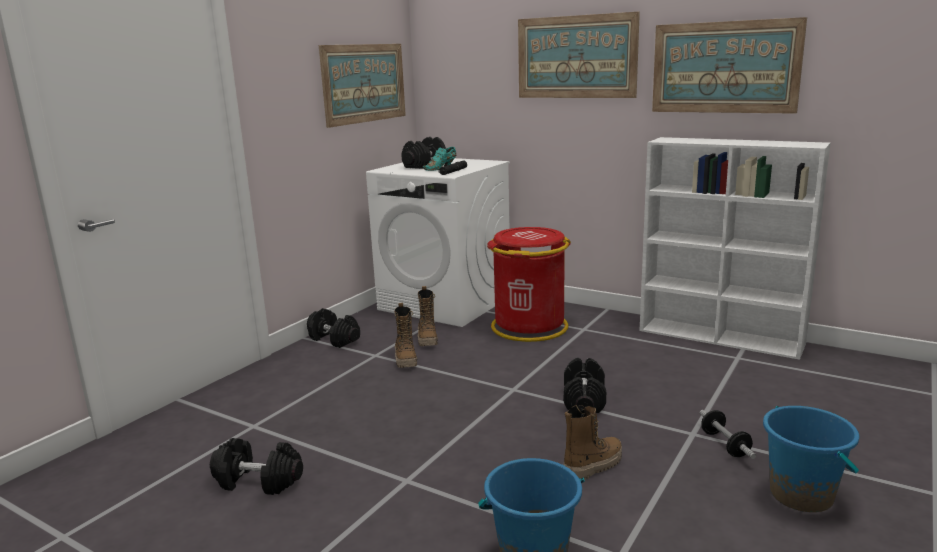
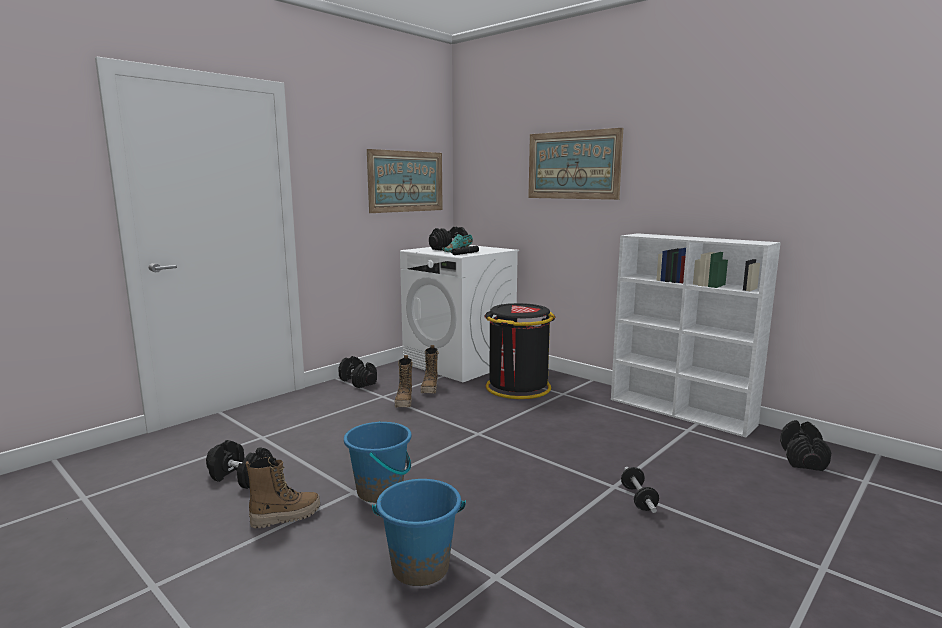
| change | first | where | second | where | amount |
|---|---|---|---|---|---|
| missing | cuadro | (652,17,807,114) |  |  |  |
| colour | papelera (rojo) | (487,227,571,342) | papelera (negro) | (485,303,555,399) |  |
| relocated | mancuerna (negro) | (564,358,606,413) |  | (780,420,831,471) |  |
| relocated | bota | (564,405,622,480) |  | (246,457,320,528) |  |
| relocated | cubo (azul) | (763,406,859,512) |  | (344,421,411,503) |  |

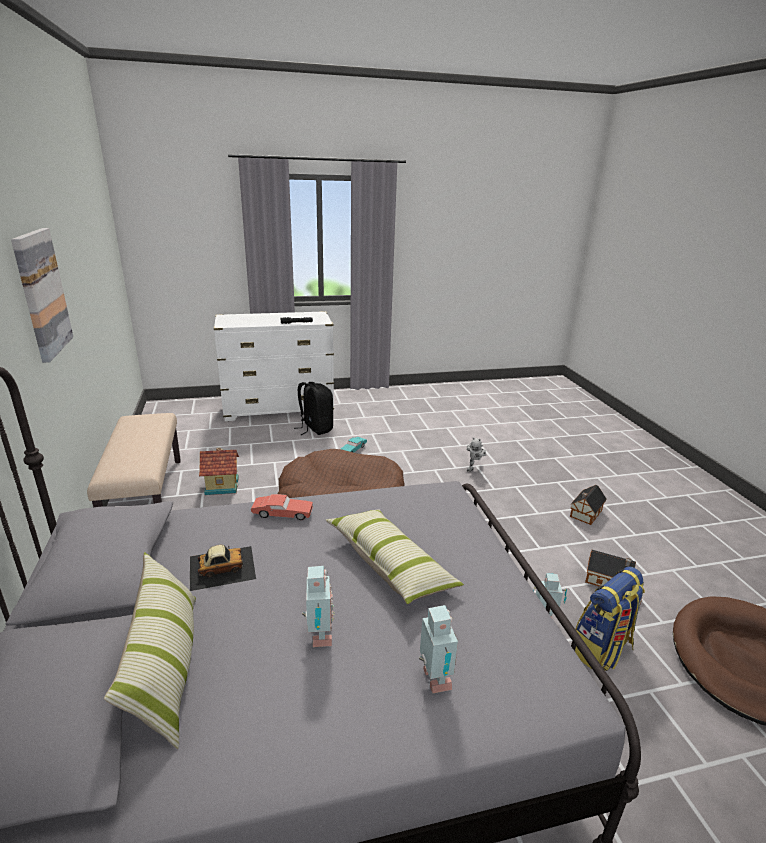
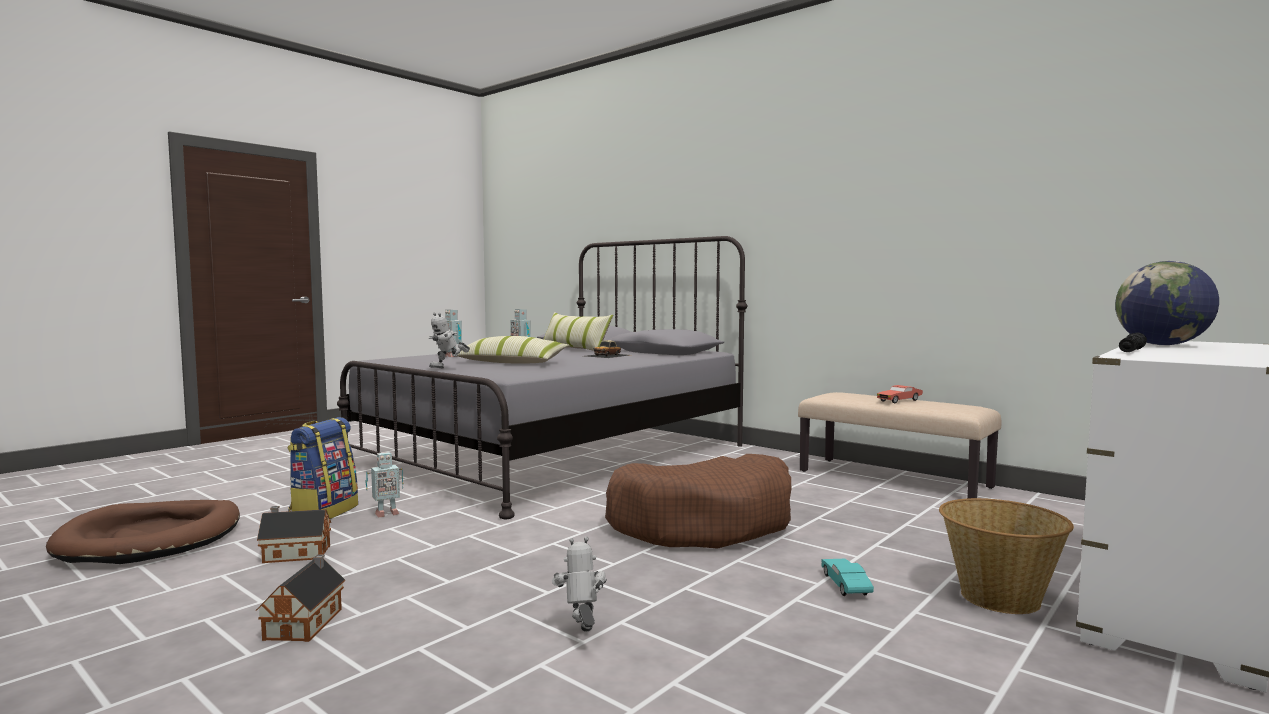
| change | first | where | second | where | amount |
|---|---|---|---|---|---|
| missing | cuadro | (11,228,74,363) |  |  |  |
| exchanged | mochila (negro) | (294,382,333,435) | cesta | (939,498,1074,614) |  |
| missing | casita | (199,447,239,495) |  |  |  |
| relocated | coche de juguete (rojo) | (251,494,313,520) |  | (877,385,923,404) |  |
| appeared |  |  | globo terráqueo | (1115,261,1219,345) |  |
| appeared |  |  | robot de juguete | (429,313,470,368) |  |

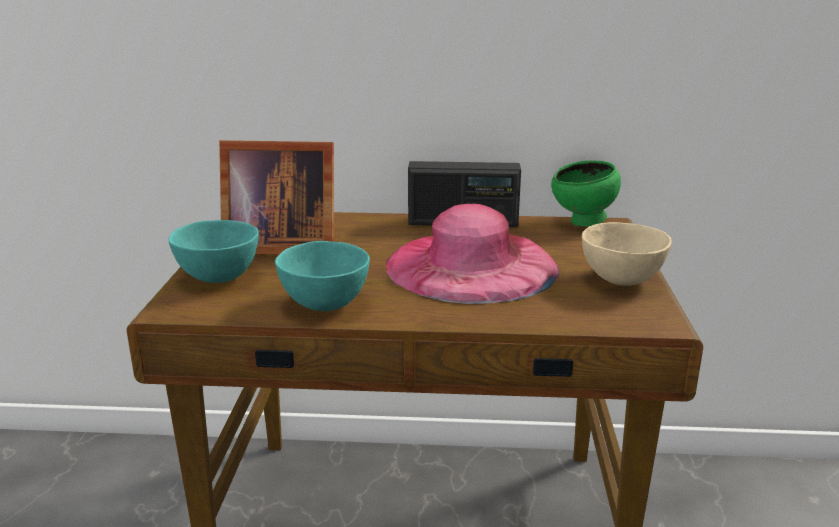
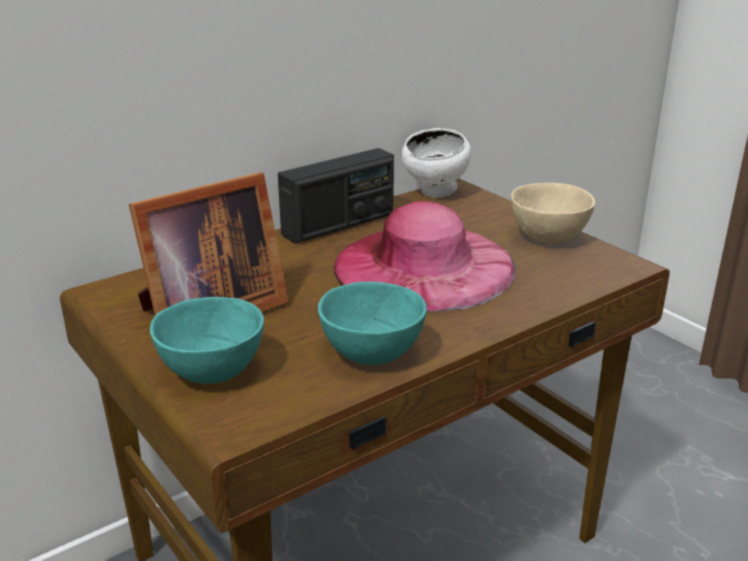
| change | first | where | second | where | amount |
|---|---|---|---|---|---|
| colour | cuenco (verde) | (551,160,621,227) | cuenco (blanco) | (402,128,471,198) |  |

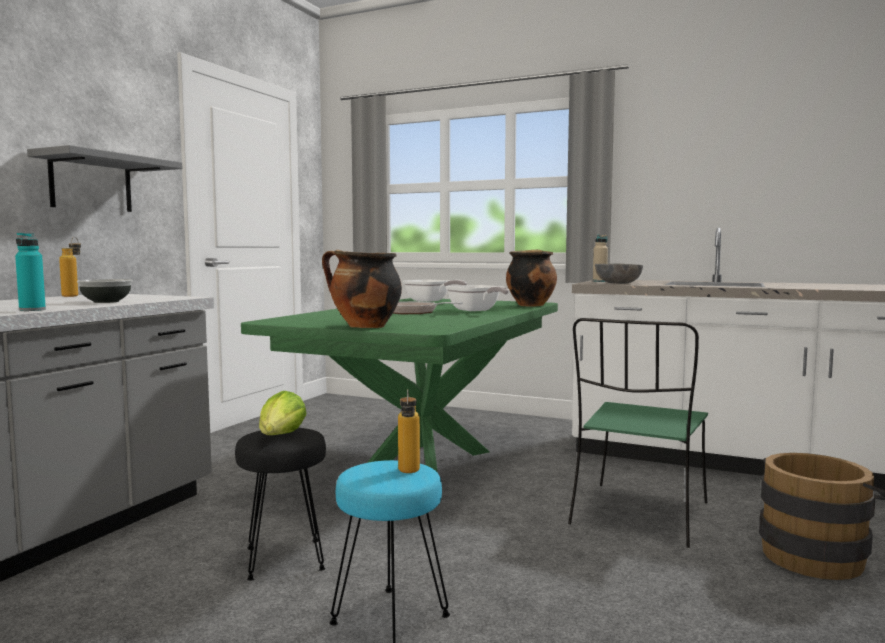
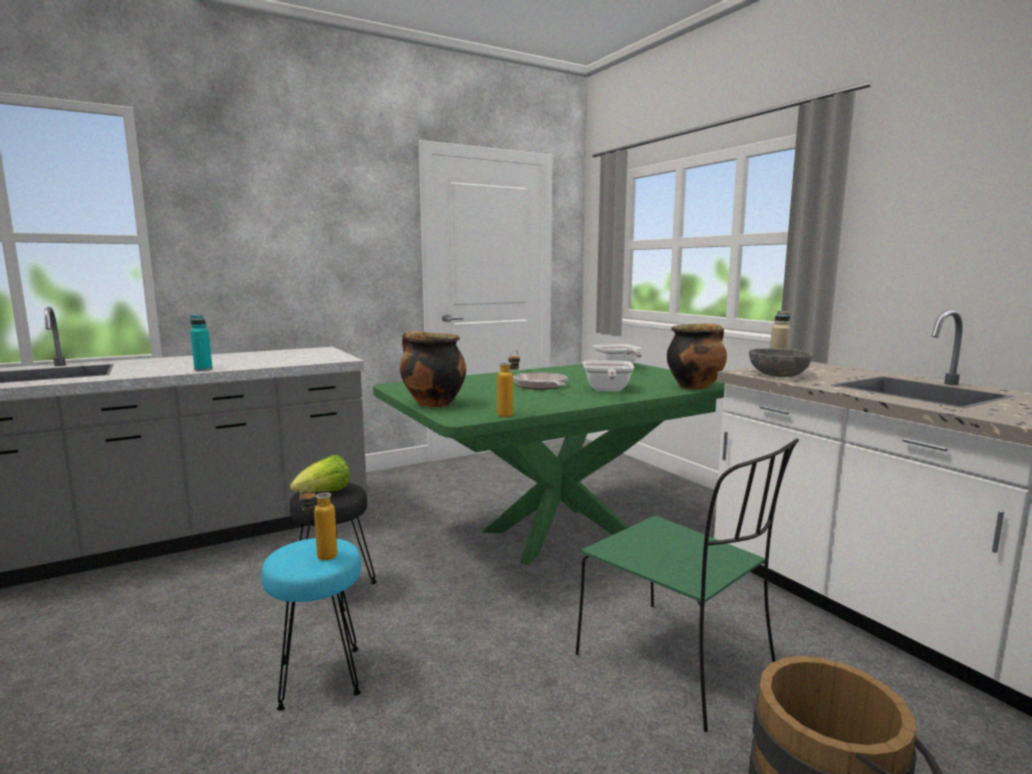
| change | first | where | second | where | amount |
|---|---|---|---|---|---|
| missing | estante (gris) | (27,145,182,212) |  |  |  |
| relocated | botella | (59,237,81,297) |  | (497,350,520,417) |  |
| missing | cuenco | (77,279,133,303) |  |  |  |
| spun | silla (verde) | (568,318,708,548) |  | (576,439,799,732) | 105 degrees counterclockwise |

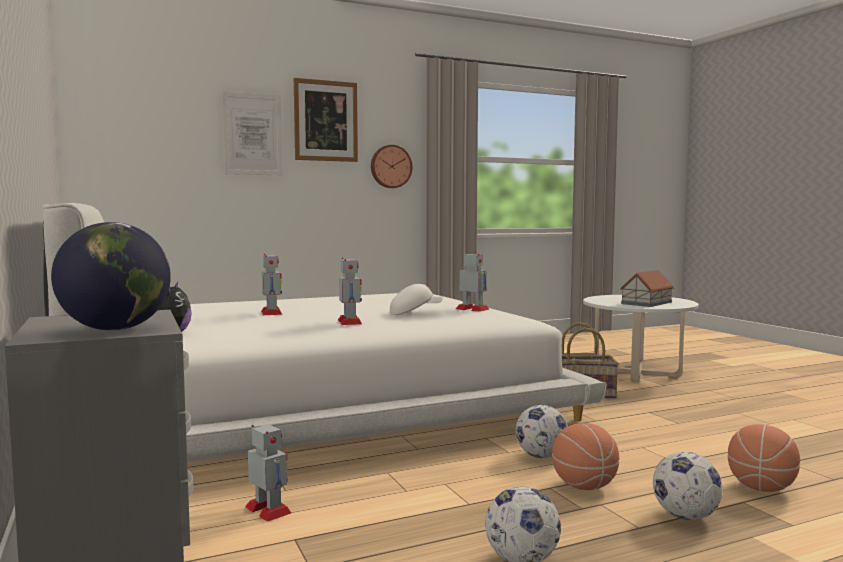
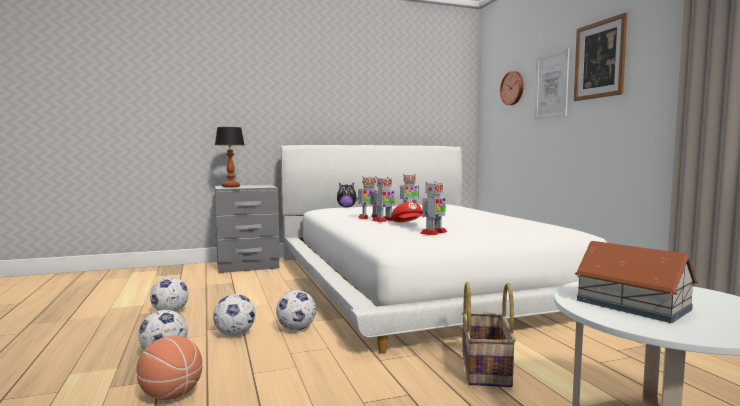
| change | first | where | second | where | amount |
|---|---|---|---|---|---|
| relocated | reloj de pared | (371,145,412,188) |  | (500,71,524,105) |  |
| exchanged | globo terráqueo | (51,222,171,331) | lámpara de mesa | (215,127,244,187) |  |
| colour | gorra (blanco) | (390,284,443,315) | gorra (rojo) | (391,202,423,222) |  |
| exchanged | balón de baloncesto | (552,423,619,490) | balón de fútbol | (213,294,255,336) |  |
| relocated | robot de juguete | (245,424,291,522) |  | (372,177,395,222) |  |

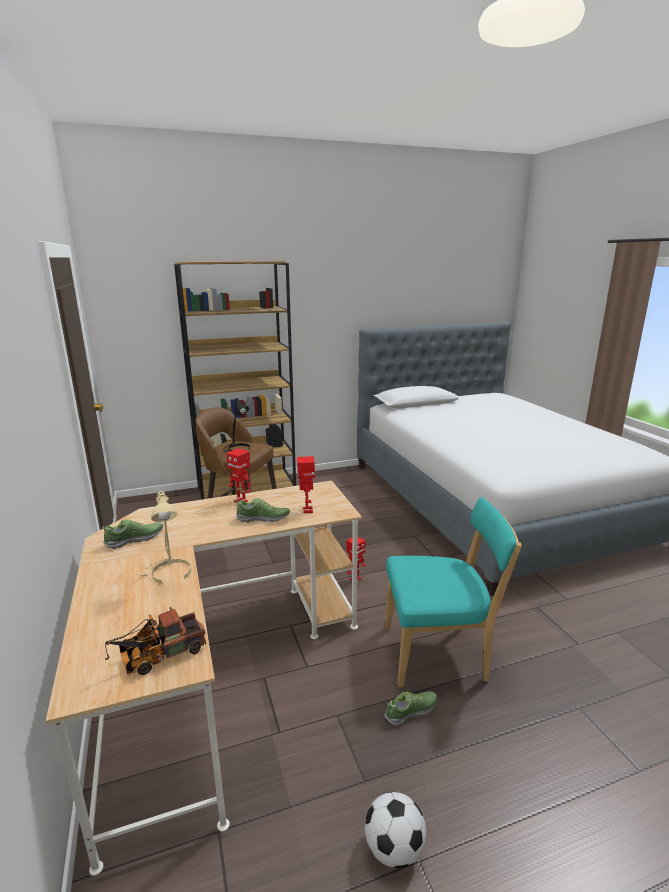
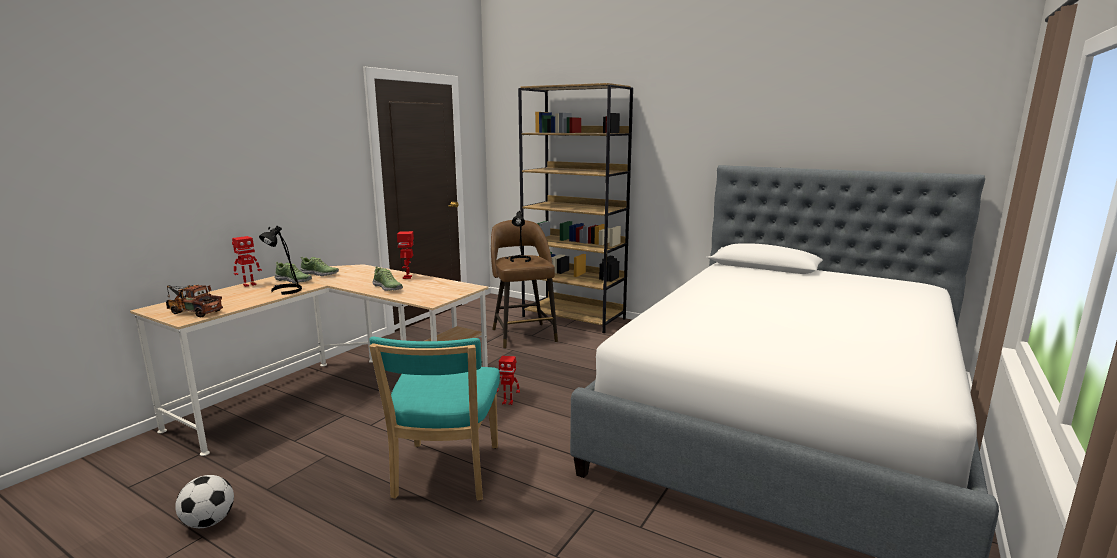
| change | first | where | second | where | amount |
|---|---|---|---|---|---|
| relocated | robot de juguete | (297,456,315,513) |  | (232,236,262,287) |  |
| colour | lámpara de mesa (beis) | (141,491,191,584) | lámpara de mesa (negro) | (259,226,302,295) |  |
| spun | silla (turquesa) | (385,497,522,687) |  | (369,337,500,501) | 45 degrees clockwise |
| relocated | zapato | (384,691,437,726) |  | (275,262,312,283) |  |

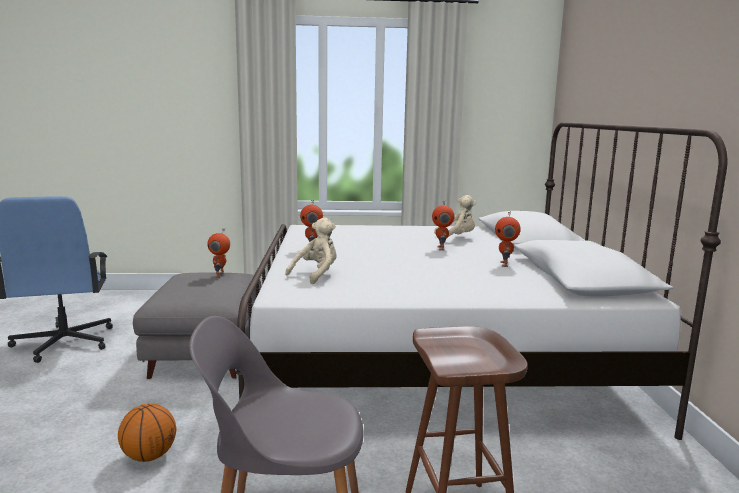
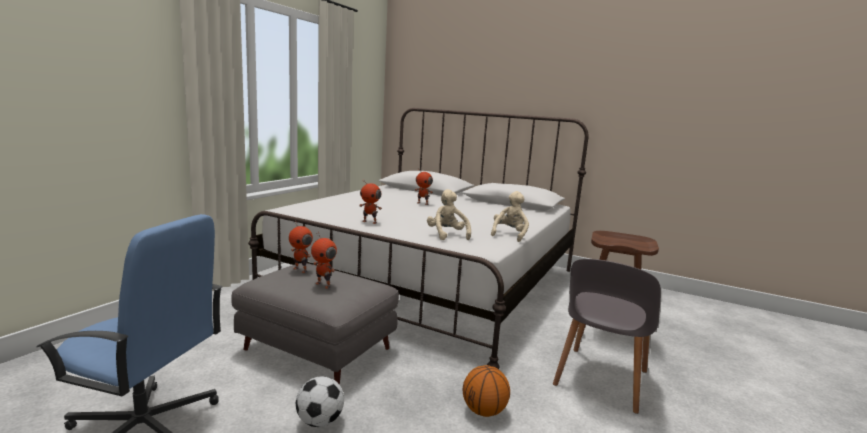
| change | first | where | second | where | amount |
|---|---|---|---|---|---|
| relocated | peluche (beis) | (434,195,477,237) |  | (491,191,529,242) |  |
| relocated | robot de juguete | (495,211,521,267) |  | (311,231,337,289) |  |
| appeared |  |  | balón de fútbol | (296,376,344,427) |  |

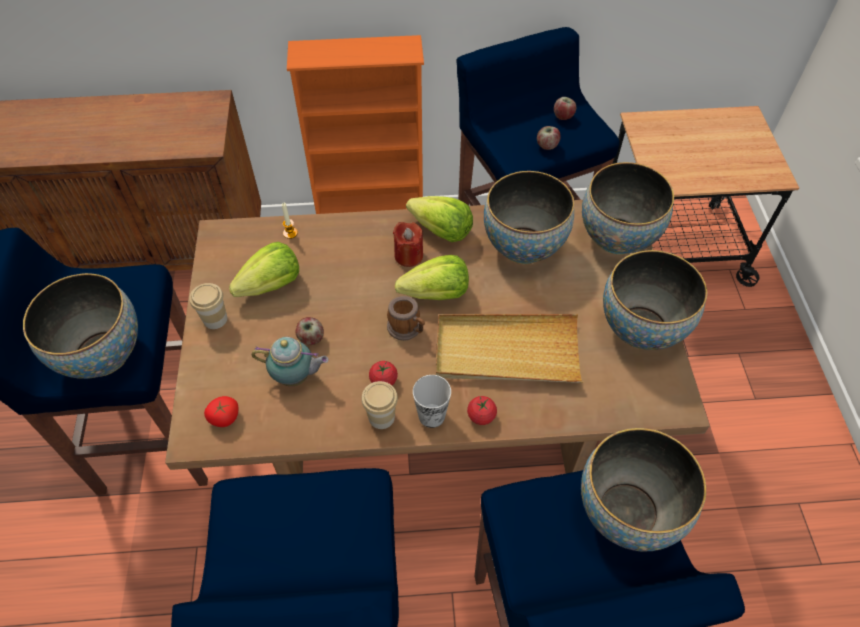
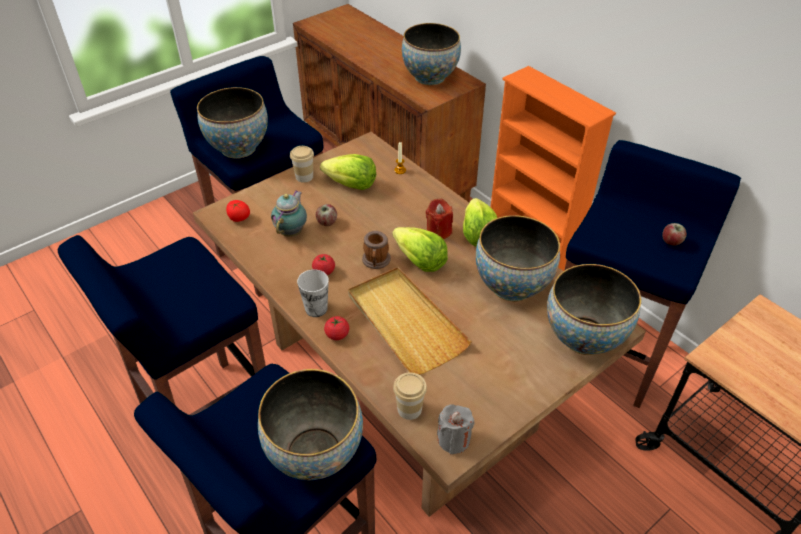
| change | first | where | second | where | amount |
|---|---|---|---|---|---|
| missing | manzana | (537,126,561,150) |  |  |  |
| relocated | cuenco | (603,250,707,350) |  | (402,23,461,85) |  |
| spun | tetera | (251,337,329,387) |  | (271,190,307,237) | 135 degrees counterclockwise |
| relocated | taza | (361,381,398,429) |  | (393,373,427,420) |  |
| appeared |  |  | vela (gris) | (437,404,474,454) |  |

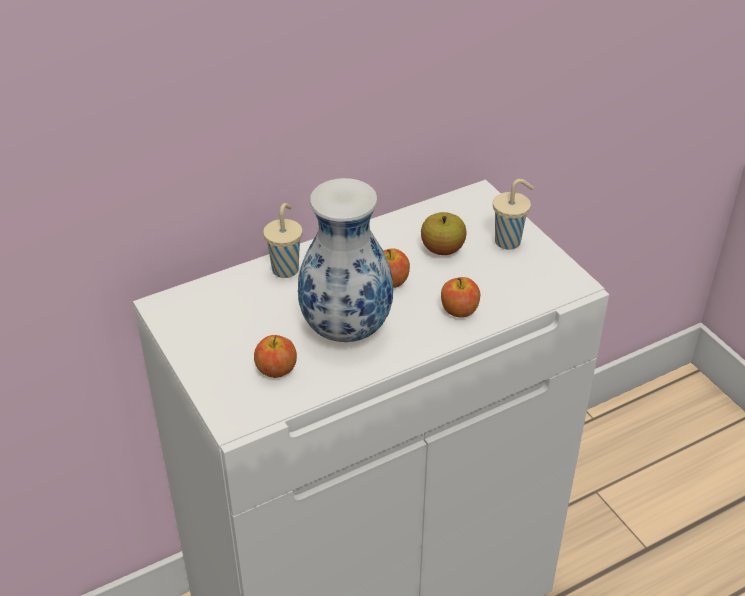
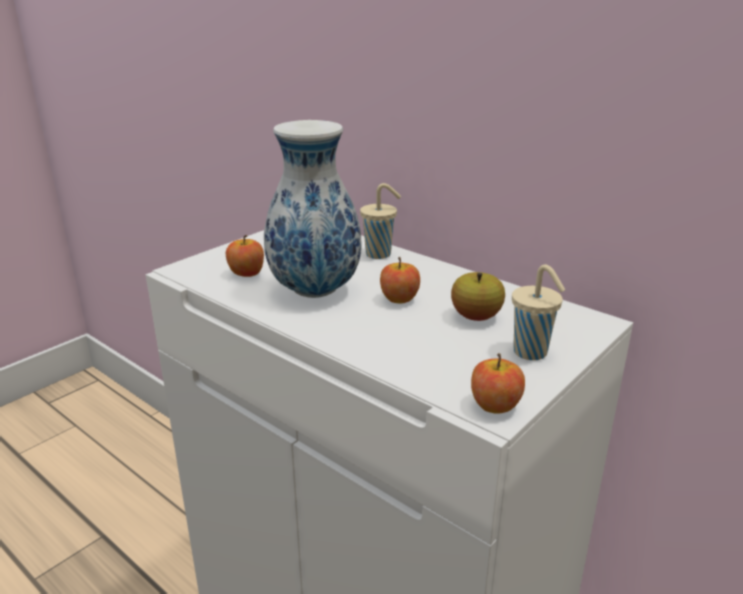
| change | first | where | second | where | amount |
|---|---|---|---|---|---|
| relocated | manzana | (441,277,480,318) |  | (471,353,525,414) |  |

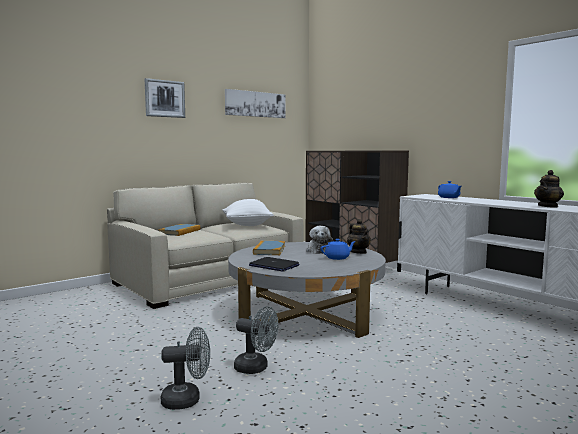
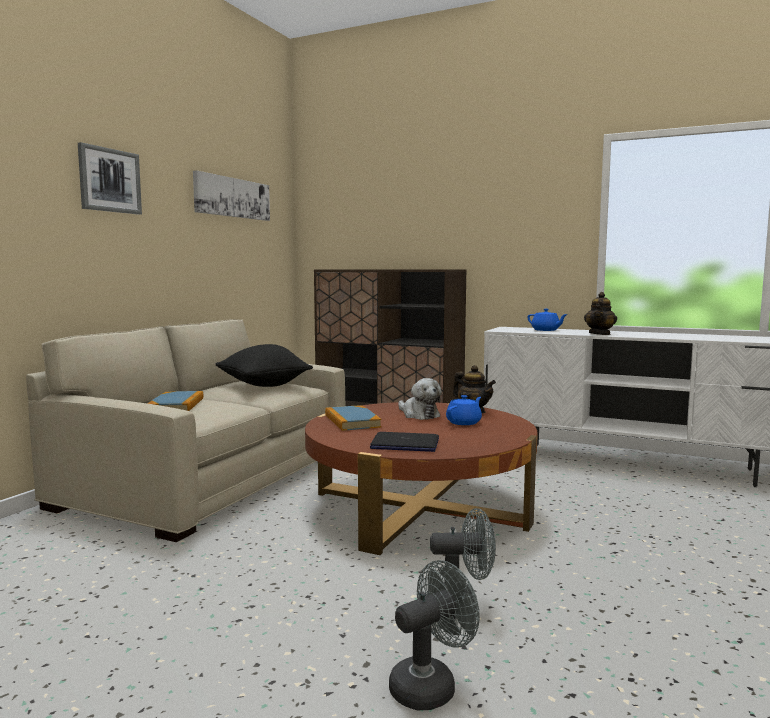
| change | first | where | second | where | amount |
|---|---|---|---|---|---|
| relocated | tetera | (534,170,564,208) |  | (584,292,617,335) |  |
| colour | cojín (blanco) | (223,199,274,226) | cojín (negro) | (216,344,313,387) |  |
| colour | mesa de centro (gris) | (228,242,386,338) | mesa de centro (marrón) | (305,402,538,555) |  |

